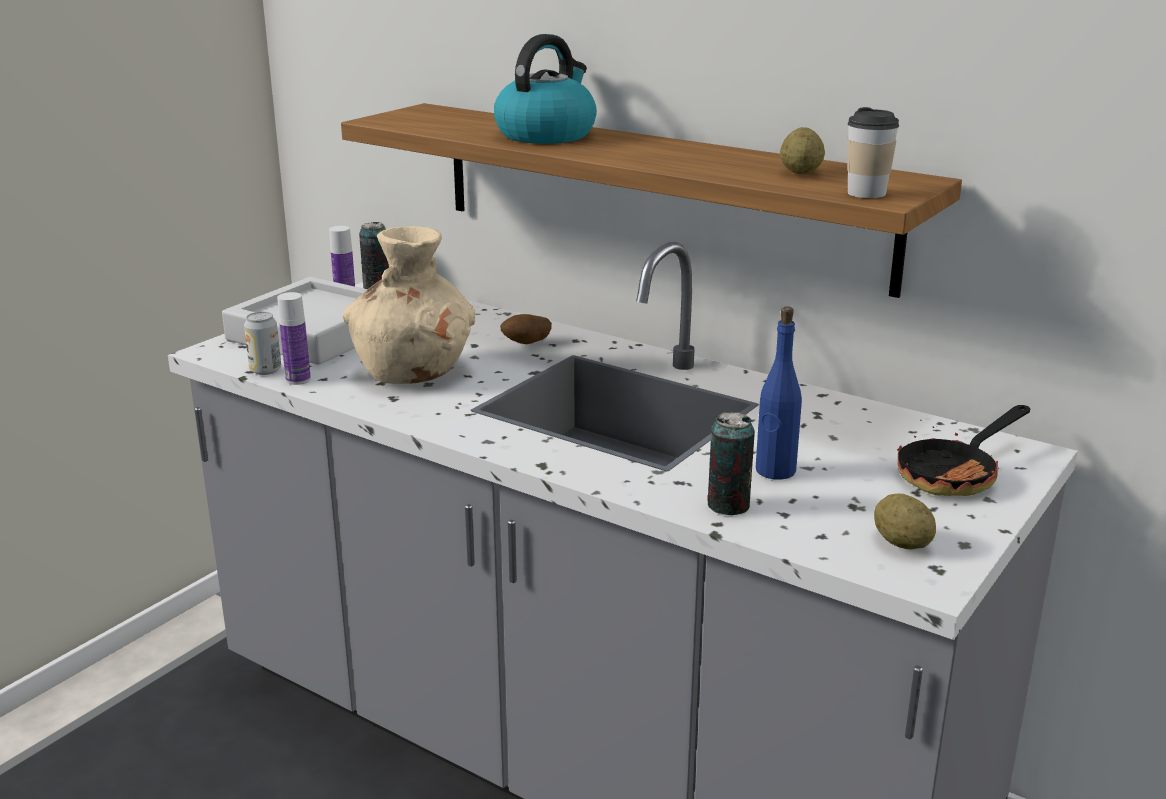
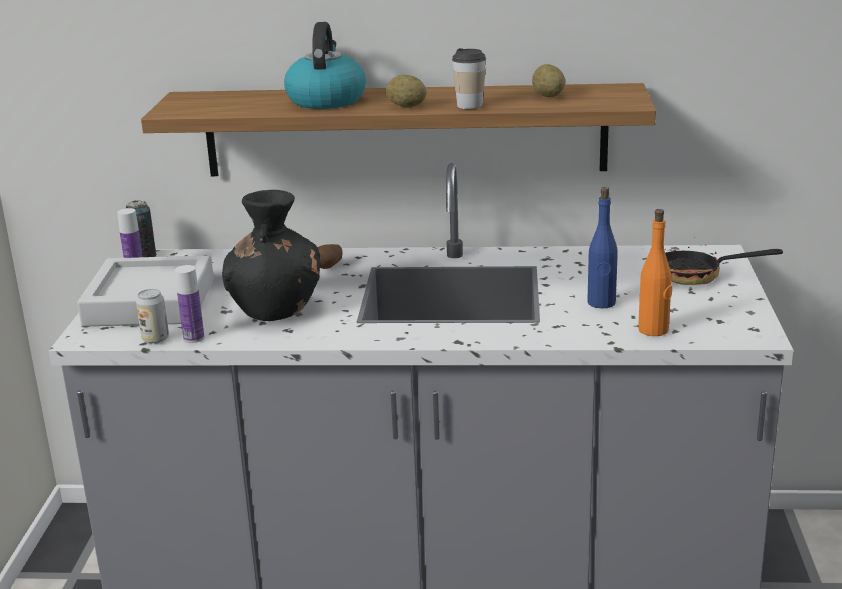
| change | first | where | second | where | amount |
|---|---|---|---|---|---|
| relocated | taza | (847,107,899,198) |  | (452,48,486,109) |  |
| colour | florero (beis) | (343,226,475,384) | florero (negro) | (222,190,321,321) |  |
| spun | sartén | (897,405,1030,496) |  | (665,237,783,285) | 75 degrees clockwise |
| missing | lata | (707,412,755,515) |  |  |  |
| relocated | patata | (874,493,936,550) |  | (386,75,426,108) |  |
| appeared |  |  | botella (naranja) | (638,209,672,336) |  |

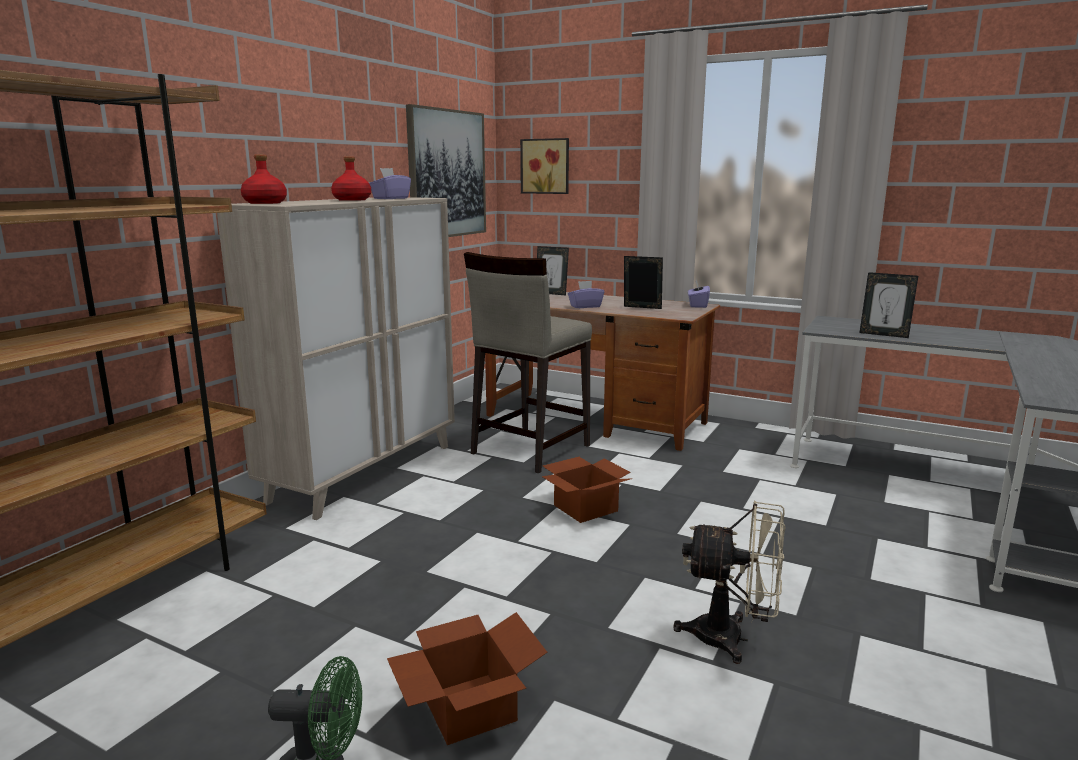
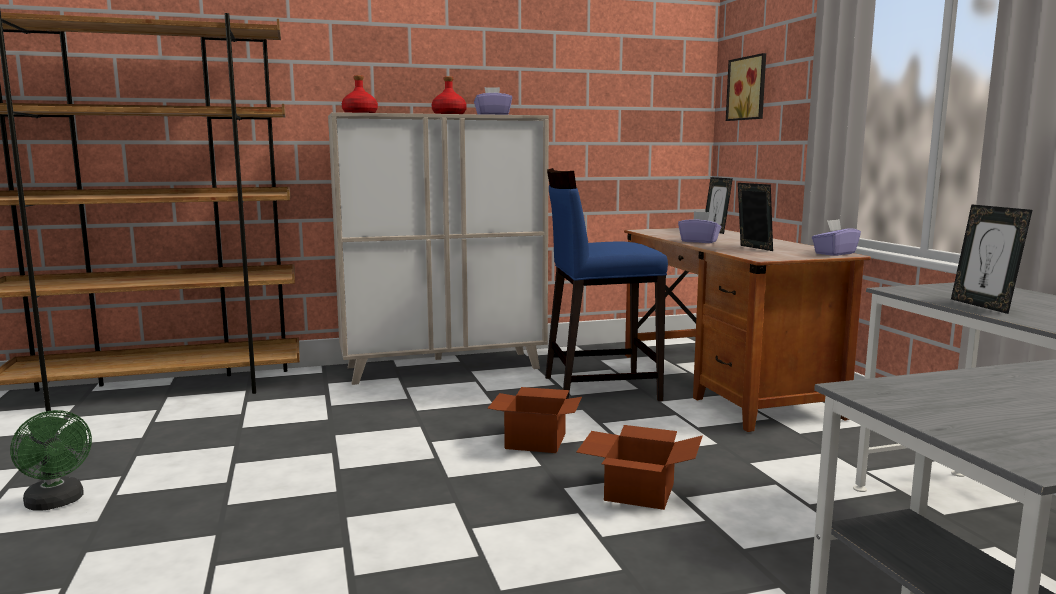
| change | first | where | second | where | amount |
|---|---|---|---|---|---|
| missing | cuadro | (406,104,486,237) |  |  |  |
| colour | taburete (beis) | (464,252,592,473) | taburete (azul) | (545,168,668,401) |  |
| missing | ventilador (beis) | (673,500,785,664) |  |  |  |
| relocated | caja de cartón | (387,612,548,745) |  | (576,425,703,510) |  |

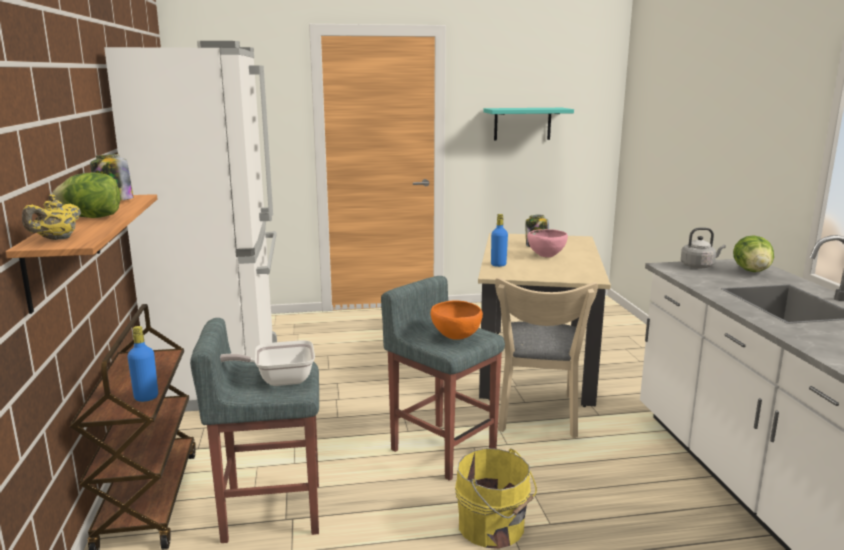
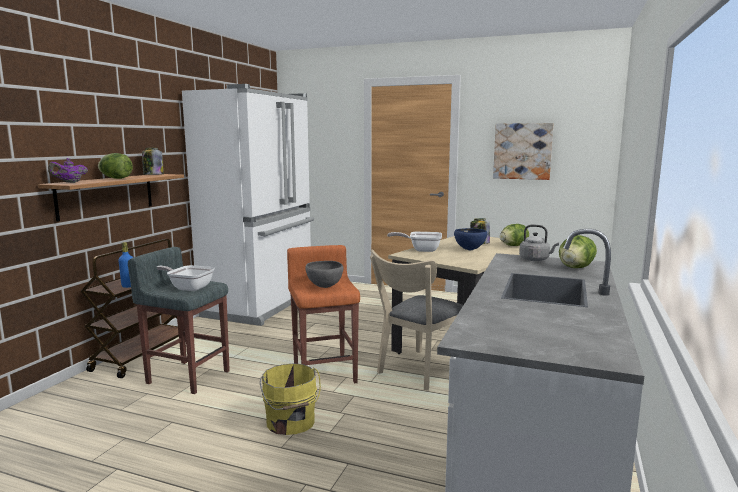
| change | first | where | second | where | amount |
|---|---|---|---|---|---|
| exchanged | estante (turquesa) | (483,108,574,141) | cuadro | (493,123,554,180) |  |
| colour | tetera (amarillo) | (22,195,81,240) | tetera (morado) | (48,158,88,183) |  |
| exchanged | botella (azul) | (491,214,508,267) | sartén | (387,232,442,252) |  |
| colour | cuenco (rosa) | (527,229,568,258) | cuenco (azul) | (454,228,487,250) |  |
| colour | taburete (gris) | (381,276,505,481) | taburete (naranja) | (287,245,360,384) |  |
| colour | cuenco (naranja) | (430,300,483,340) | cuenco (gris) | (305,261,344,288) |  |
| appeared |  |  | lechuga | (500,224,529,246) |  |

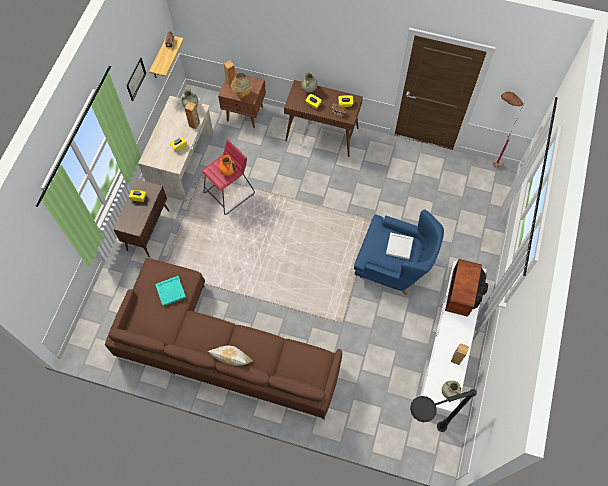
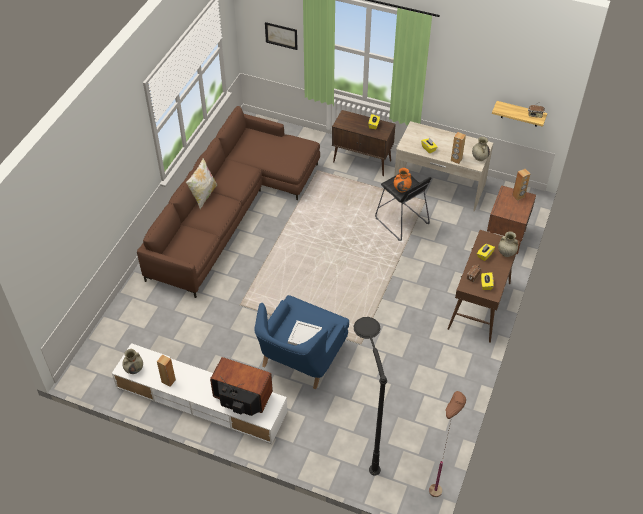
| change | first | where | second | where | amount |
|---|---|---|---|---|---|
| relocated | cuadro | (126,57,146,101) |  | (265,22,297,50) |  |
| missing | lámpara de mesa | (231,73,253,98) |  |  |  |
| colour | taburete (rojo) | (201,140,255,215) | taburete (negro) | (375,173,432,241) |  |
| missing | bandeja (turquesa) | (155,276,186,306) |  |  |  |
| relocated | lámpara de pie (negro) | (410,389,477,432) |  | (354,317,387,475) |  |

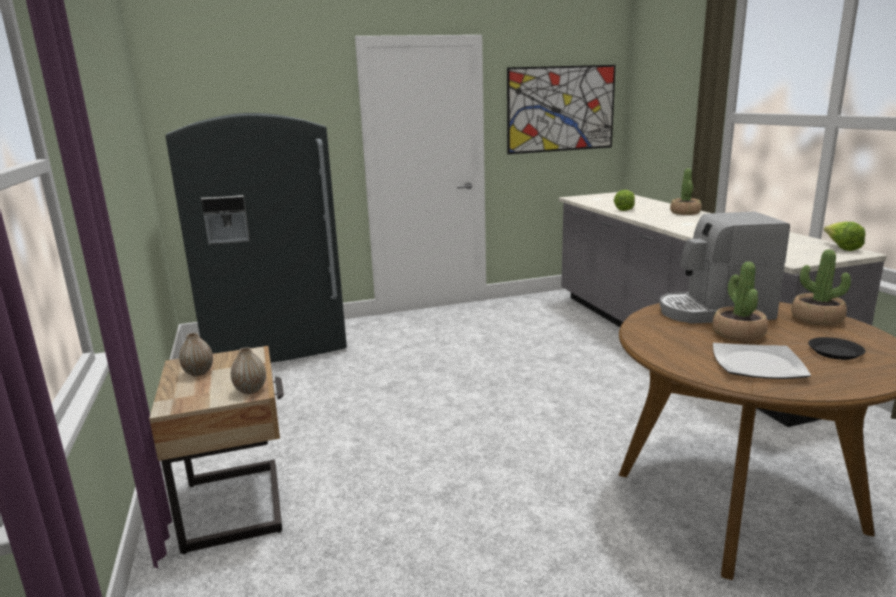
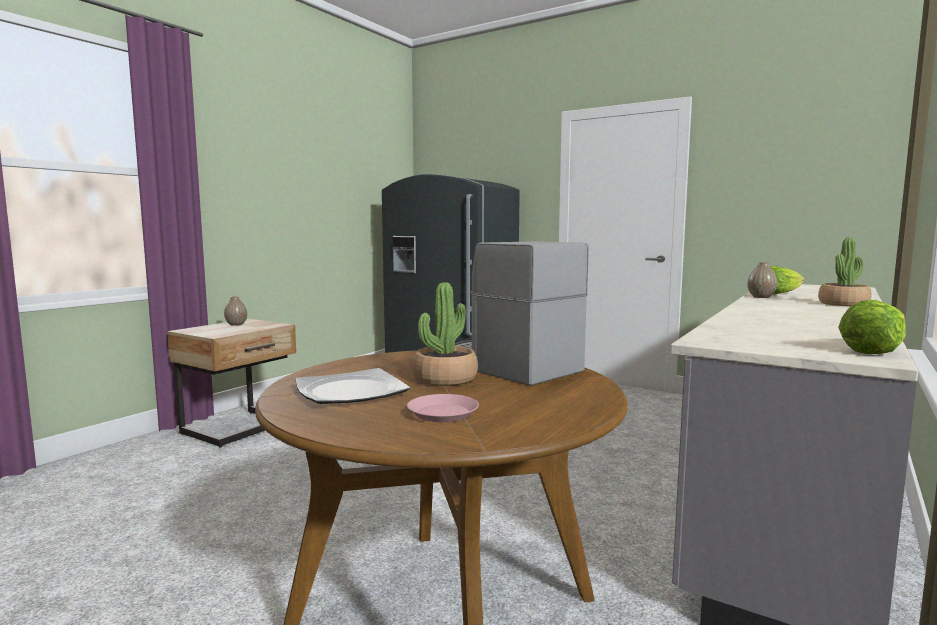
| change | first | where | second | where | amount |
|---|---|---|---|---|---|
| missing | cuadro | (507,65,616,154) |  |  |  |
| missing | planta en maceta | (791,249,851,326) |  |  |  |
| colour | plato (negro) | (808,337,865,360) | plato (rosa) | (407,394,479,422) |  |
| relocated | florero | (231,347,266,394) |  | (748,262,777,298) |  |

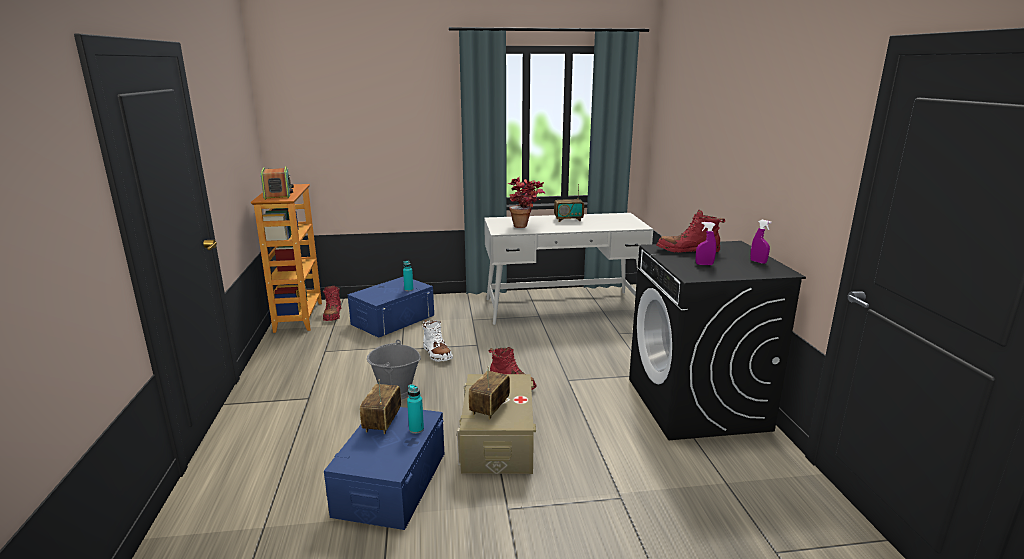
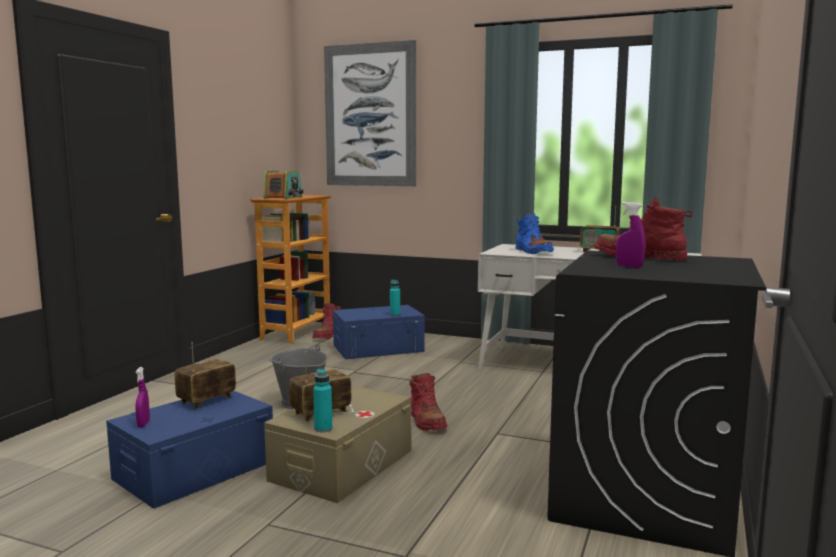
| change | first | where | second | where | amount |
|---|---|---|---|---|---|
| exchanged | planta en maceta | (507,177,545,228) | bota (azul) | (516,213,554,254) |  |
| relocated | pulverizador (morado) | (750,220,772,264) |  | (135,367,150,427) |  |
| missing | bota (blanco) | (422,320,453,362) |  |  |  |
| relocated | botella (turquesa) | (407,384,424,434) |  | (313,369,332,432) |  |
| appeared |  |  | cuadro | (324,40,416,186) |  |

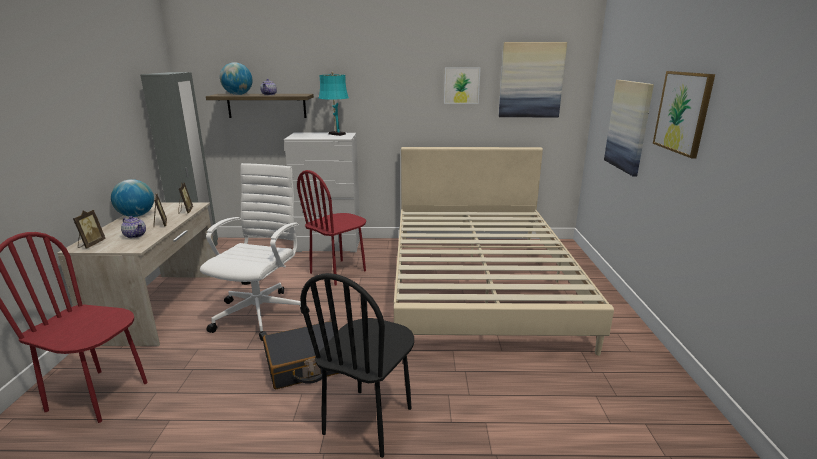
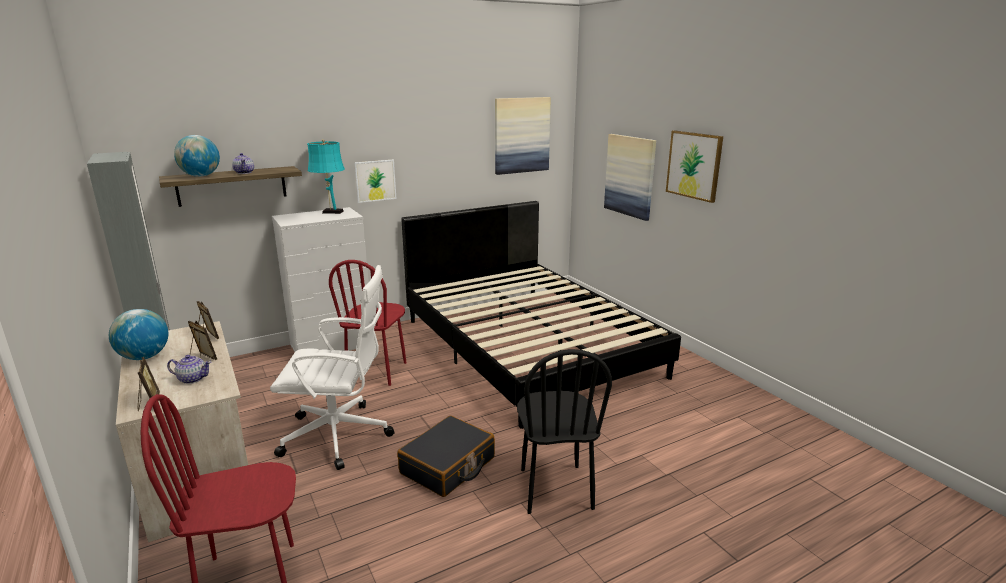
| change | first | where | second | where | amount |
|---|---|---|---|---|---|
| relocated | cuadro | (444,67,481,104) |  | (354,160,396,203) |  |
| colour | cama (beis) | (394,147,614,356) | cama (negro) | (401,201,681,429) |  |
| spun | silla de oficina (blanco) | (200,163,309,341) |  | (270,265,394,470) | 105 degrees clockwise |

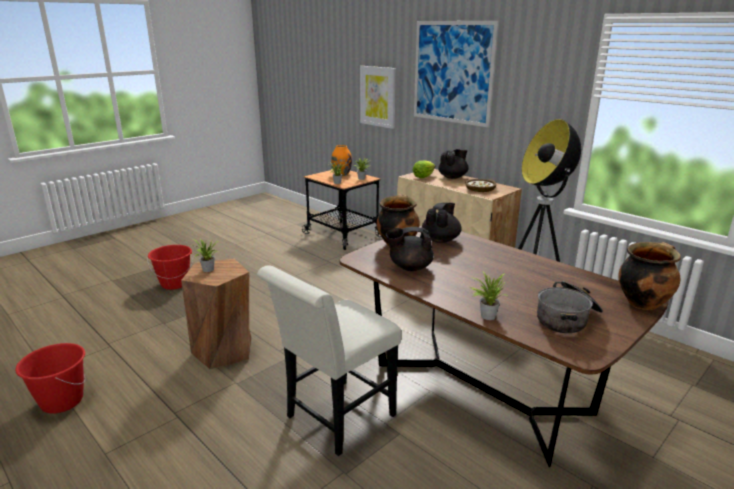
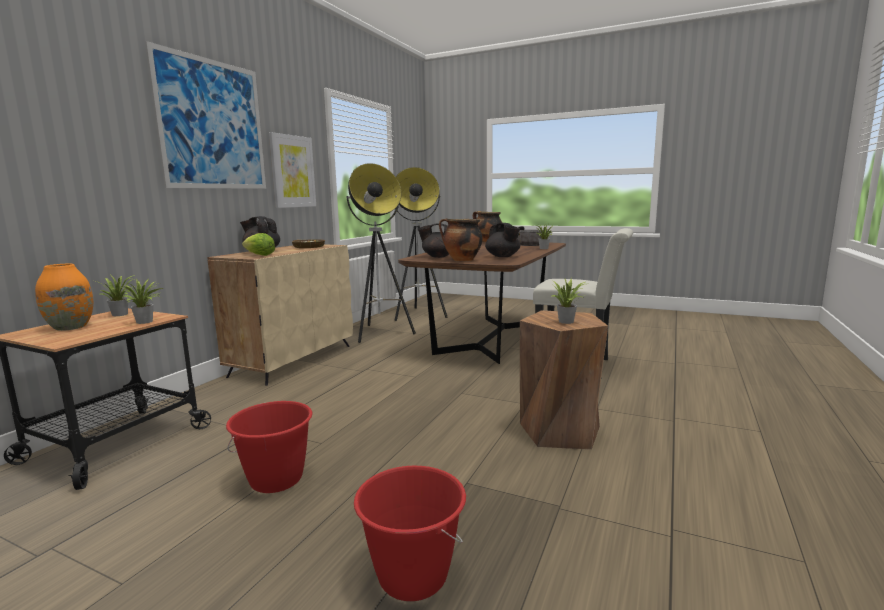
| change | first | where | second | where | amount |
|---|---|---|---|---|---|
| relocated | cuadro | (360,66,396,129) |  | (269,132,316,208) |  |
| relocated | cubo (rojo) | (15,343,85,414) |  | (226,401,313,493) |  |
| appeared |  |  | lámpara de pie | (395,167,447,321) |  |

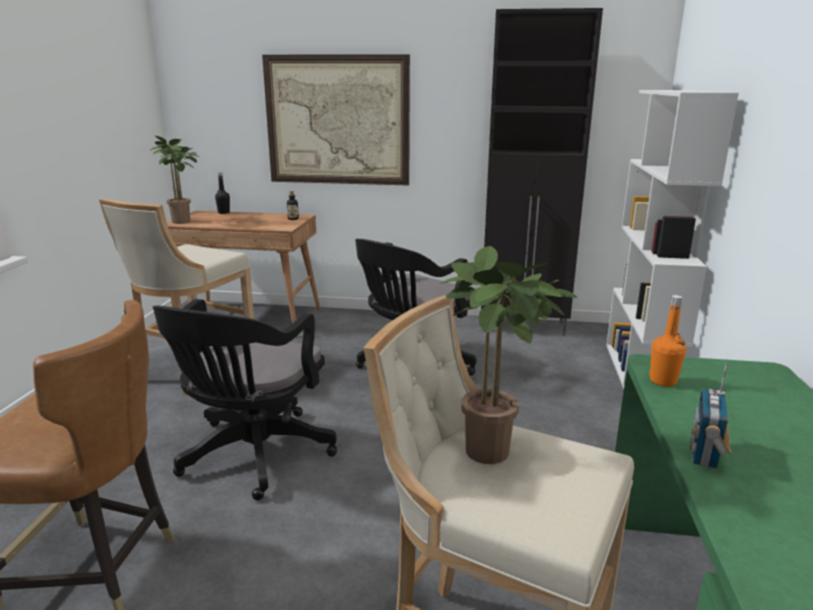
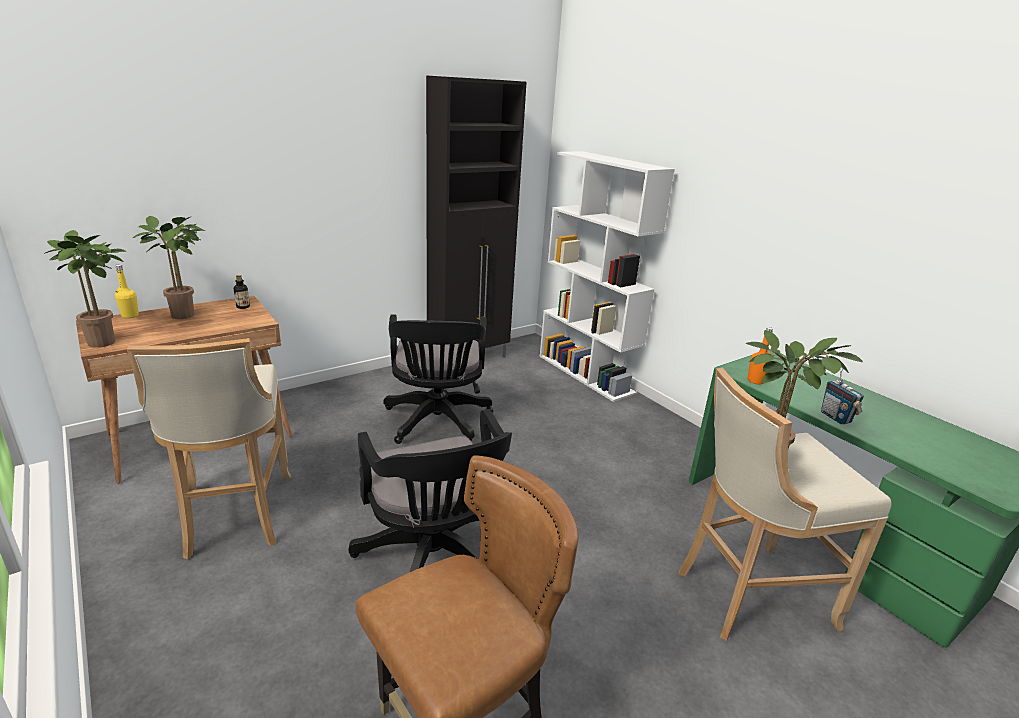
| change | first | where | second | where | amount |
|---|---|---|---|---|---|
| missing | cuadro | (262,54,410,186) |  |  |  |
| colour | botella (negro) | (215,172,230,214) | botella (amarillo) | (115,264,139,318) |  |
| appeared |  |  | planta en maceta | (133,216,205,319) |  |

